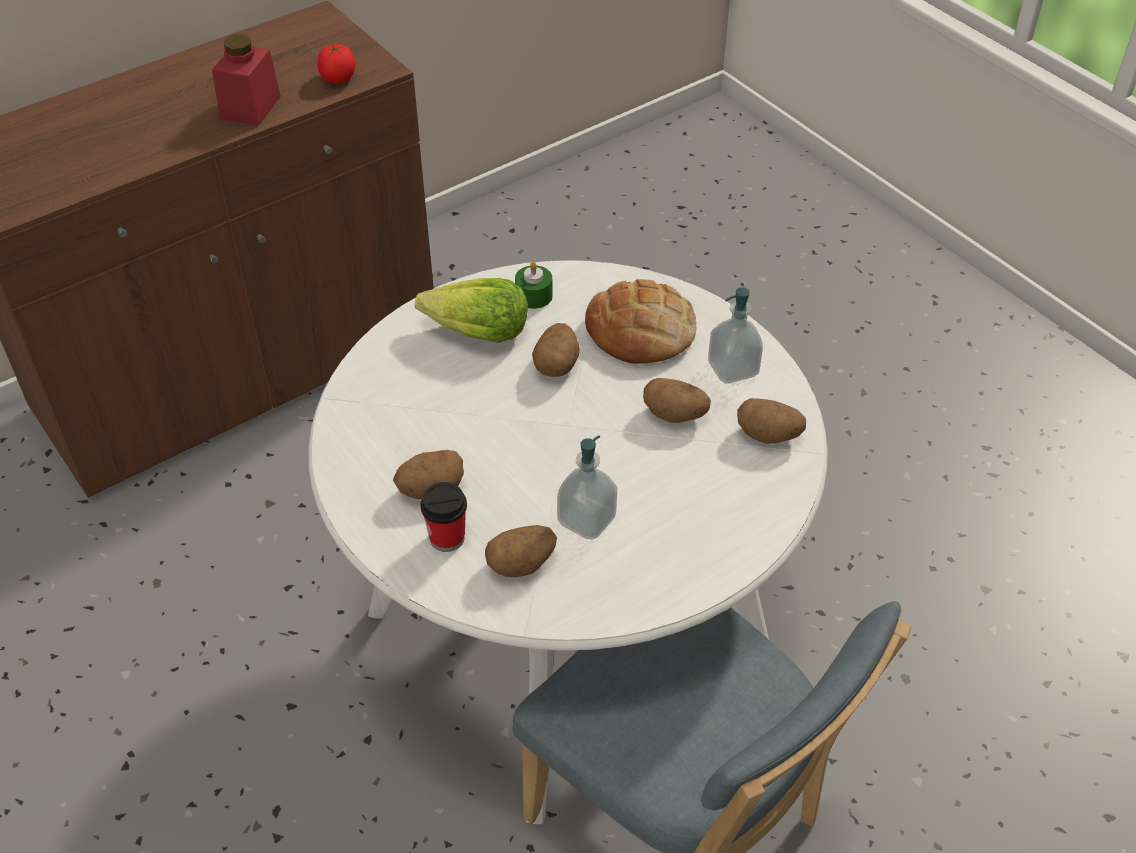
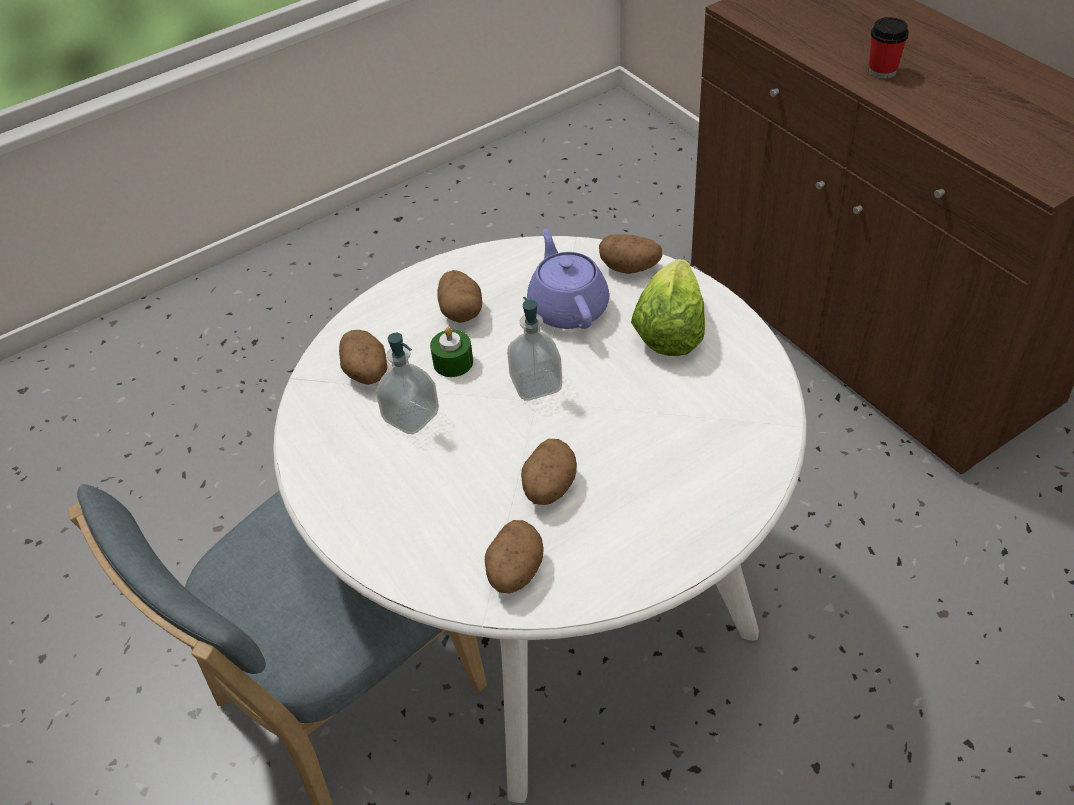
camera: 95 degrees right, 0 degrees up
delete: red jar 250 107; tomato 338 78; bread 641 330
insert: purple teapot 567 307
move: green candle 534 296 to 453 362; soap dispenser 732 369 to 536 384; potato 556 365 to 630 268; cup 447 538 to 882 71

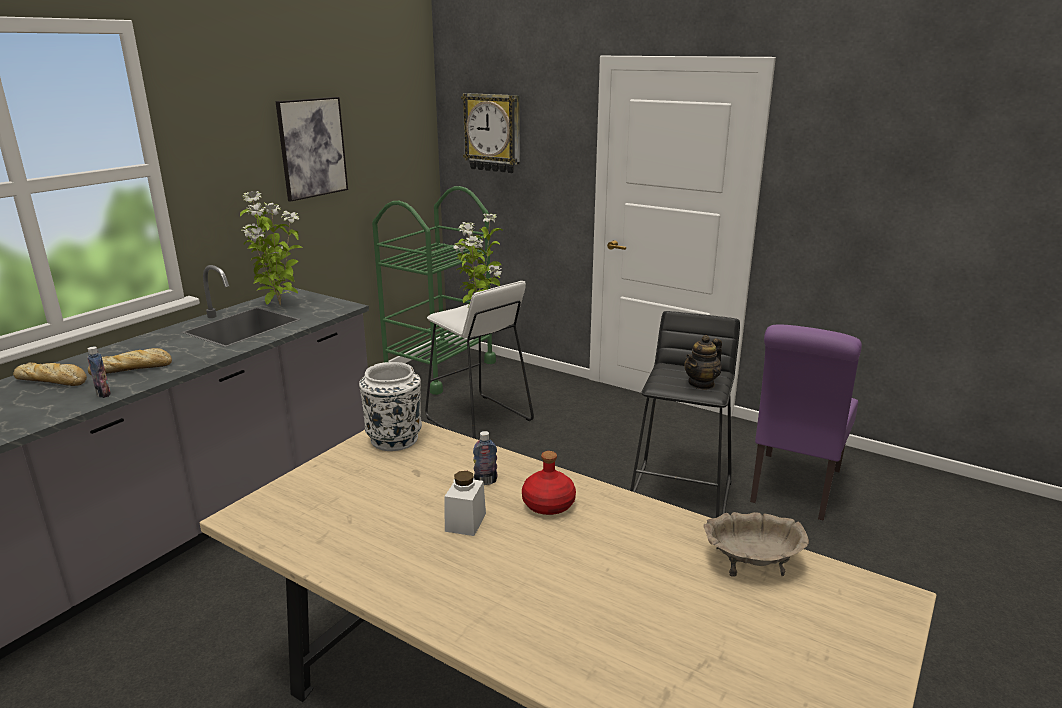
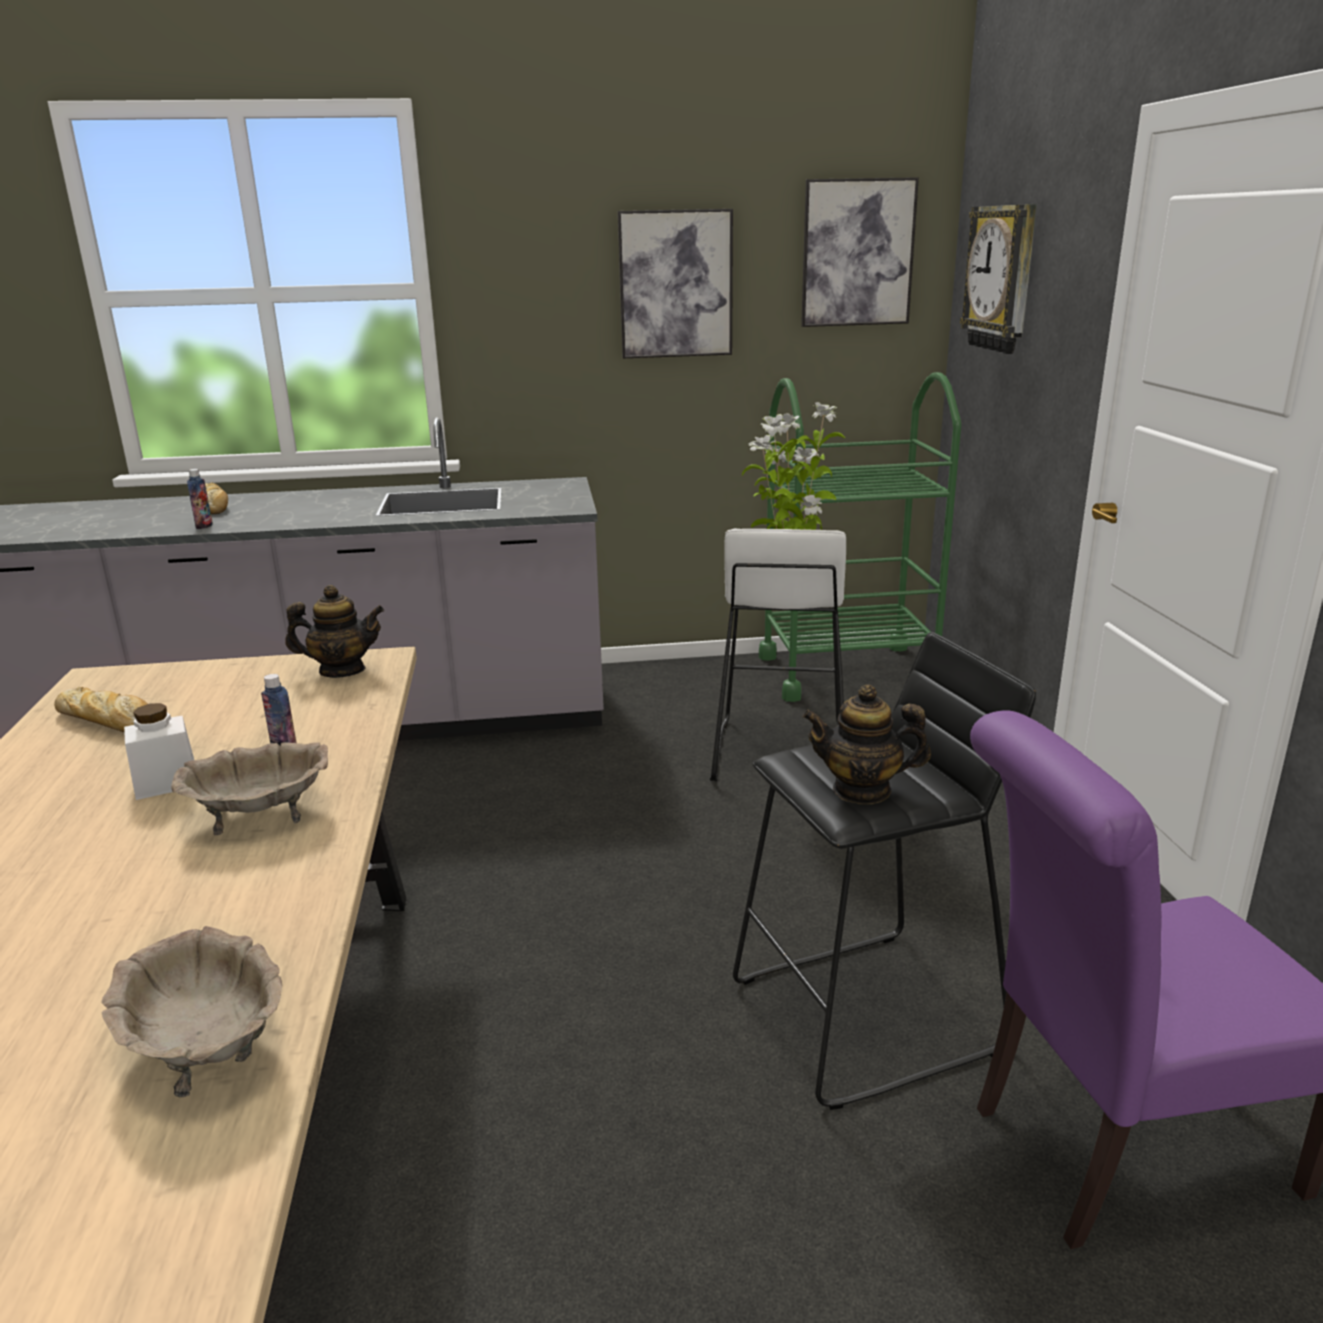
camera: 50 degrees right, 0 degrees up
delete: potted plant 279 305
insert: picture 857 253
move: bread 133 368 to 108 721
replace: red bottle 548 504 to beige bowl 261 814; white vase 394 439 to teapot 342 671

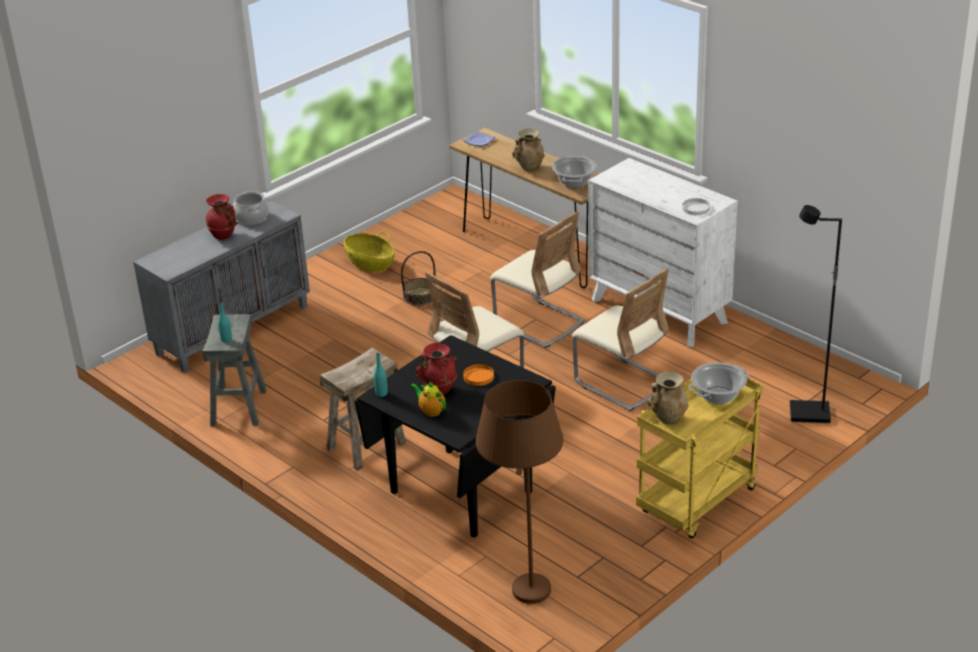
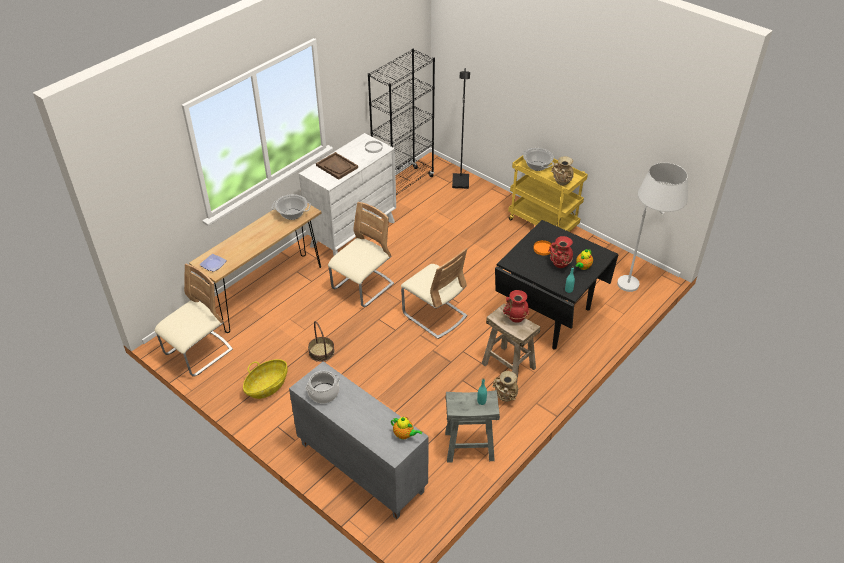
camera: 95 degrees left, 10 degrees up
insert: brown tray 337 167; black bookcase 403 185; teapot 404 435
move: beige chair 622 383 to 198 353; beige vase 529 168 to 505 398; red vase 224 235 to 515 318
recolor: brown floor lamp 525 605 to white floor lamp 640 286

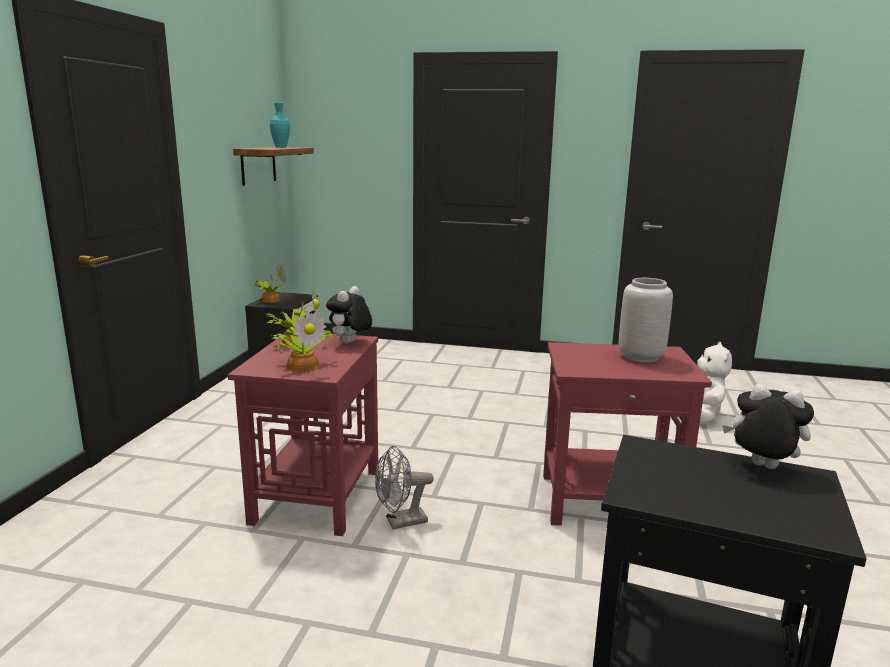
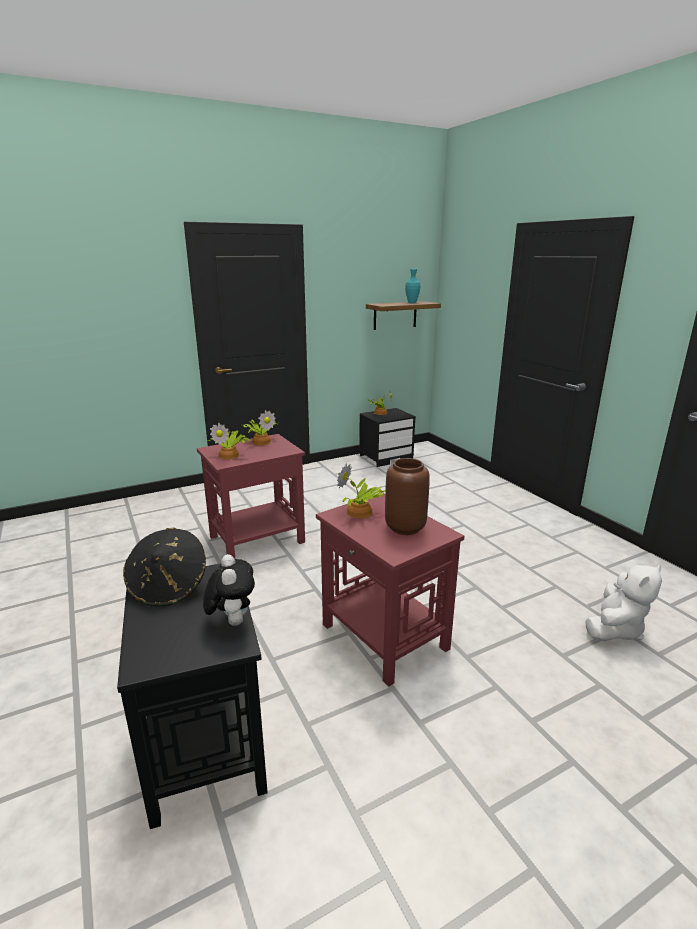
camera: 50 degrees right, 5 degrees up
delete: plush toy 350 343; grey fan 400 522
insert: black hat 169 587; potted plant 360 513
recolor: grey vase 641 357 to brown vase 405 528

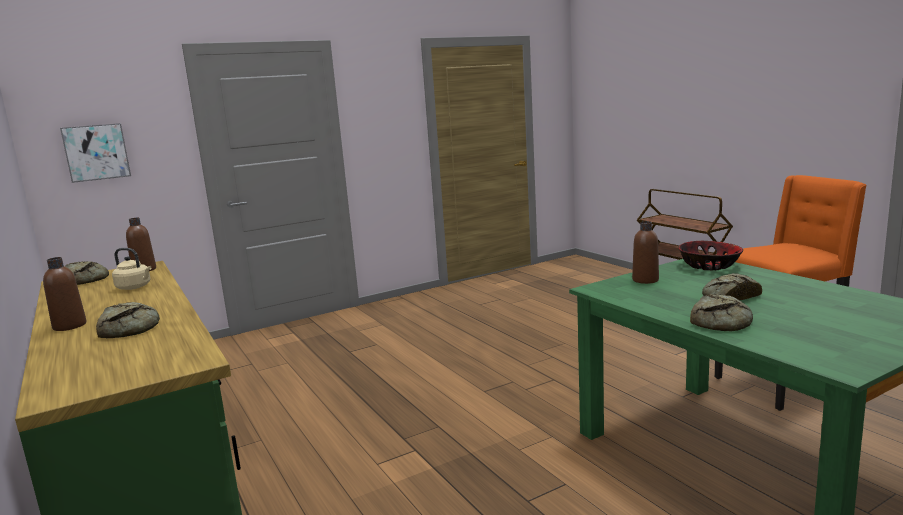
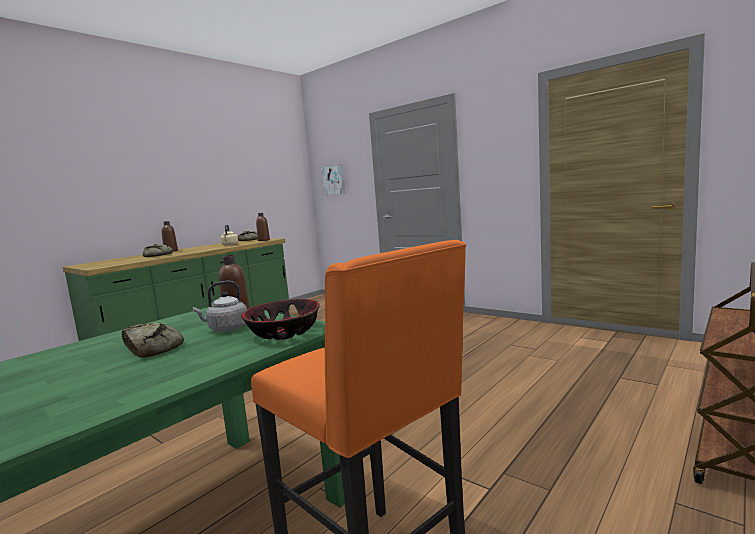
camera: 70 degrees right, 5 degrees down
delete: bread 723 322
insert: grey kettle 226 329

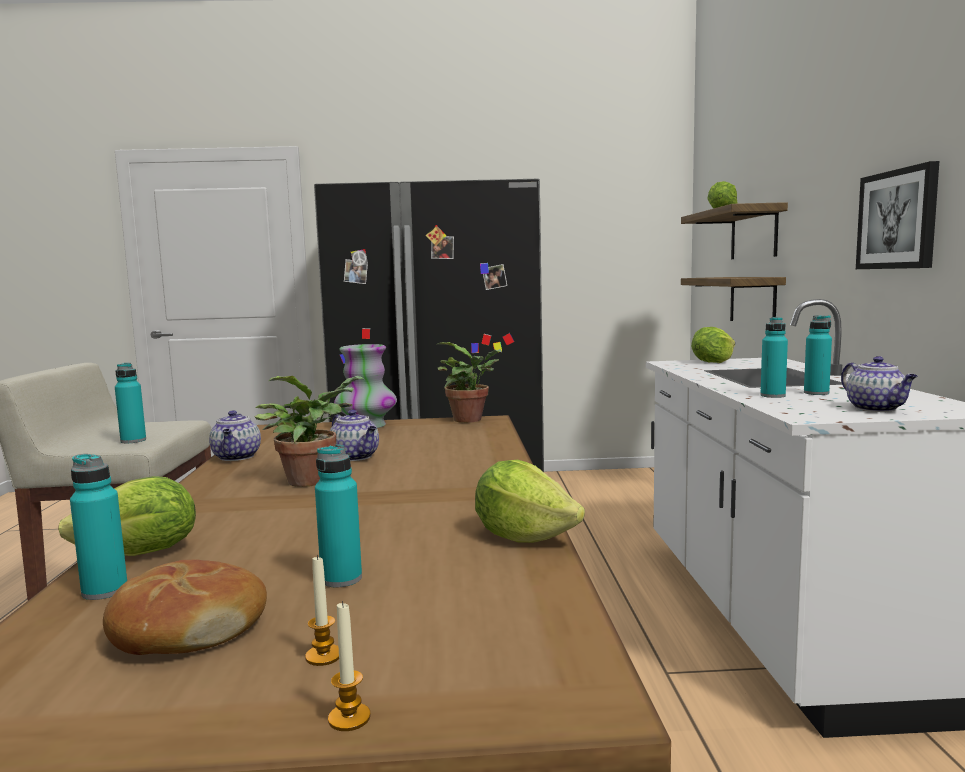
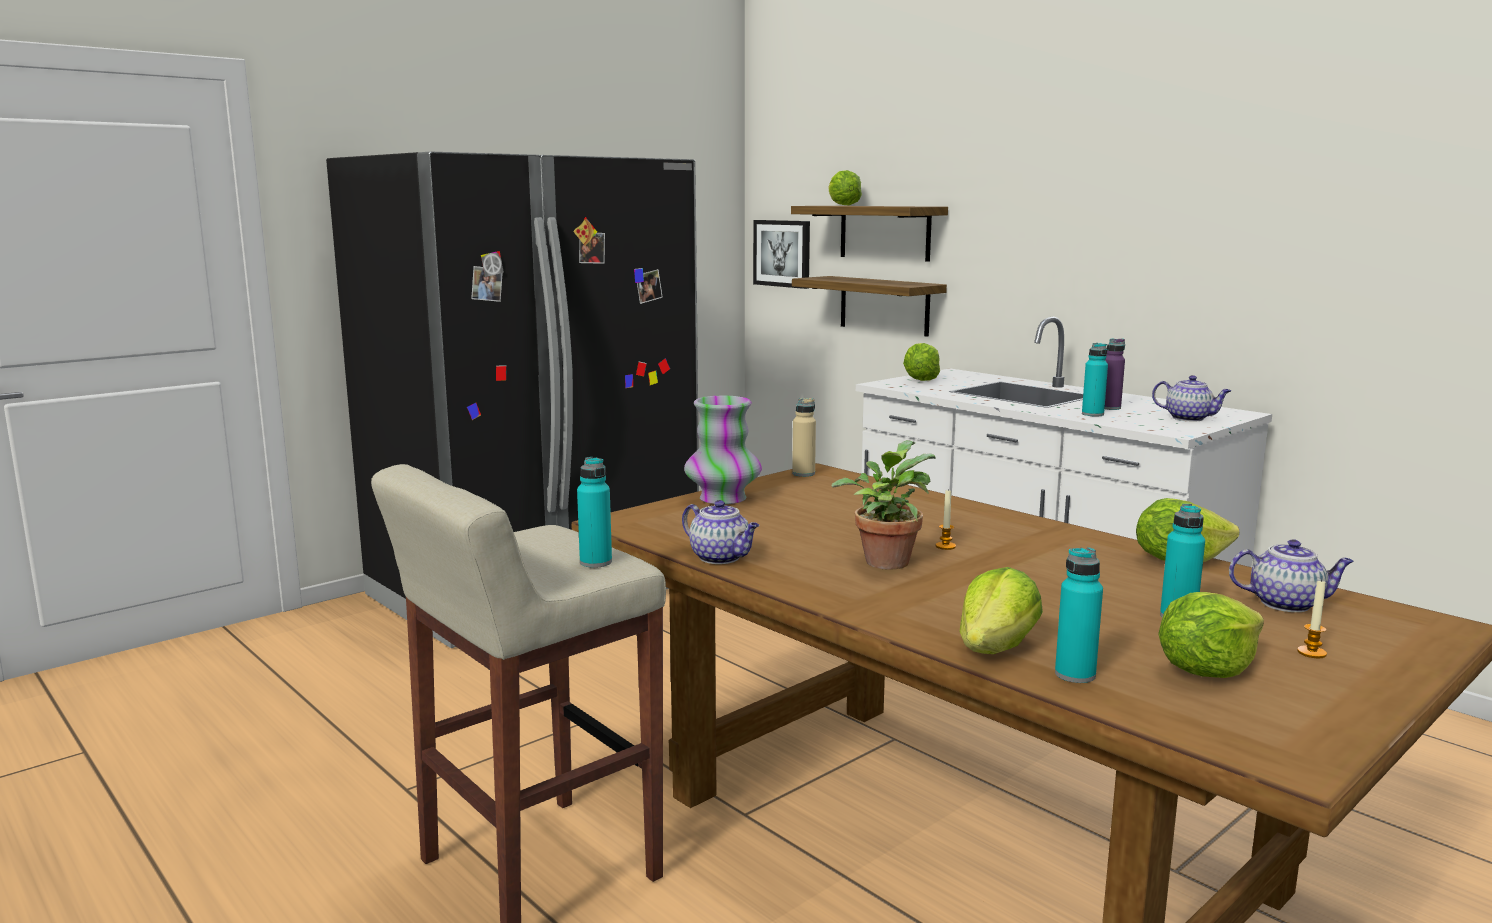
camera: 40 degrees left, 5 degrees up
move: picture 898 219 to 782 253; candle 349 718 to 945 546; teapot 356 457 to 1287 604
replace: potted plant 471 420 to beige bottle 803 474; bread 187 629 to lettuce 1206 670
recolor: turquoise bottle 816 393 to purple bottle 1110 408

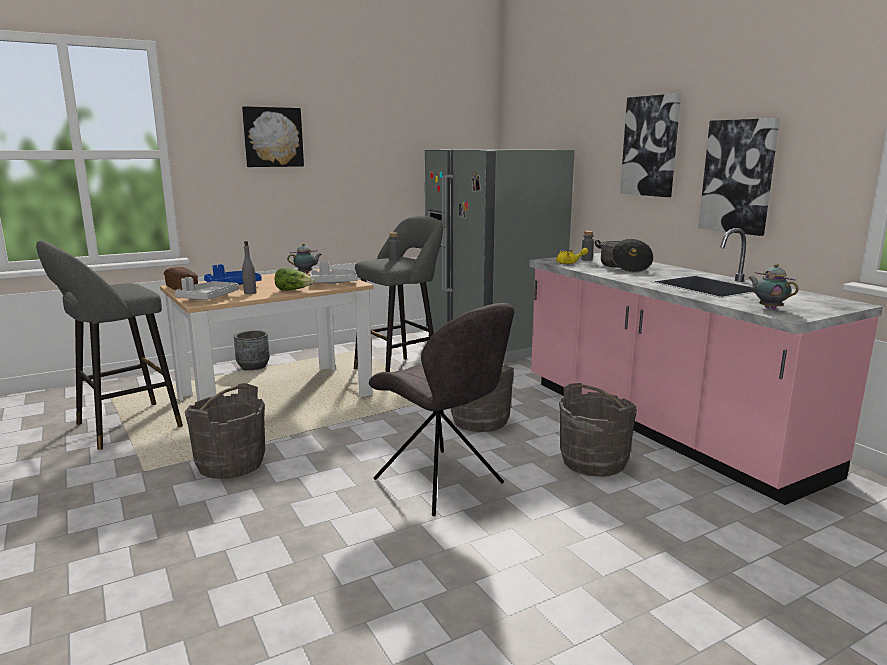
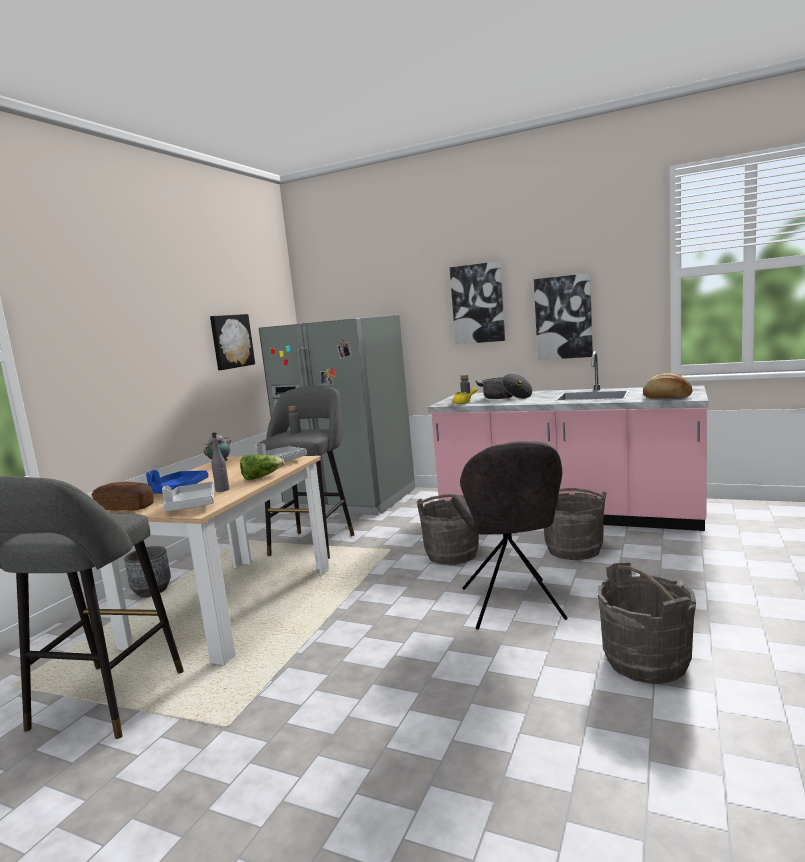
camera: 35 degrees left, 5 degrees down
move: picture 273 137 to 231 341; grey bucket 230 464 to 646 661
replace: teapot 768 308 to bread 667 397
rotate: grey chair 441 483 = 512 606 75 degrees clockwise

